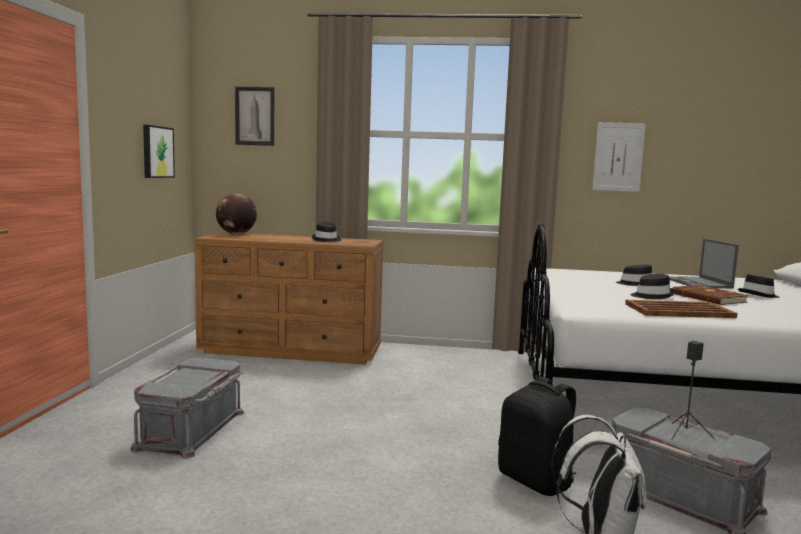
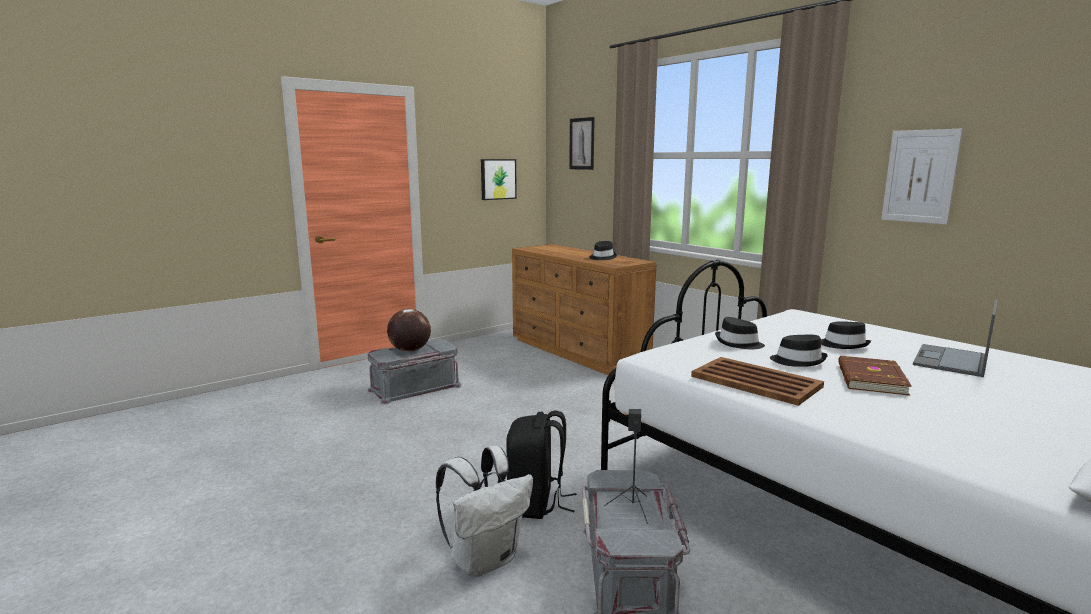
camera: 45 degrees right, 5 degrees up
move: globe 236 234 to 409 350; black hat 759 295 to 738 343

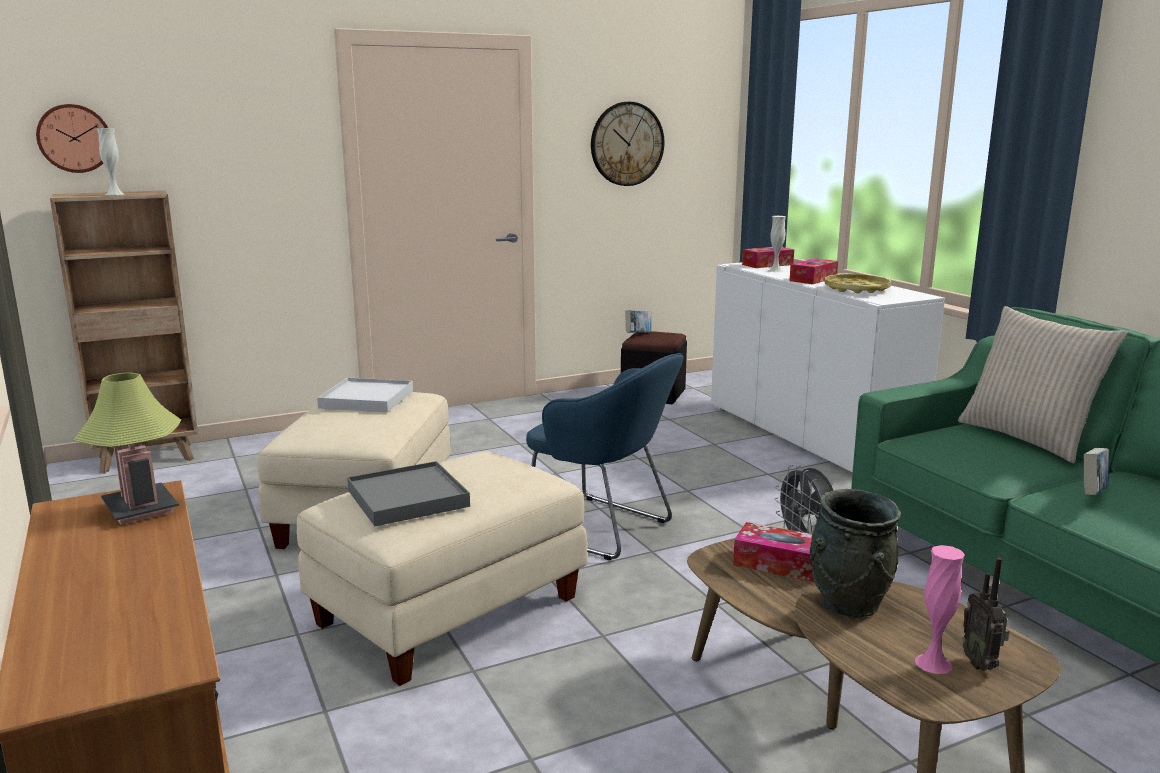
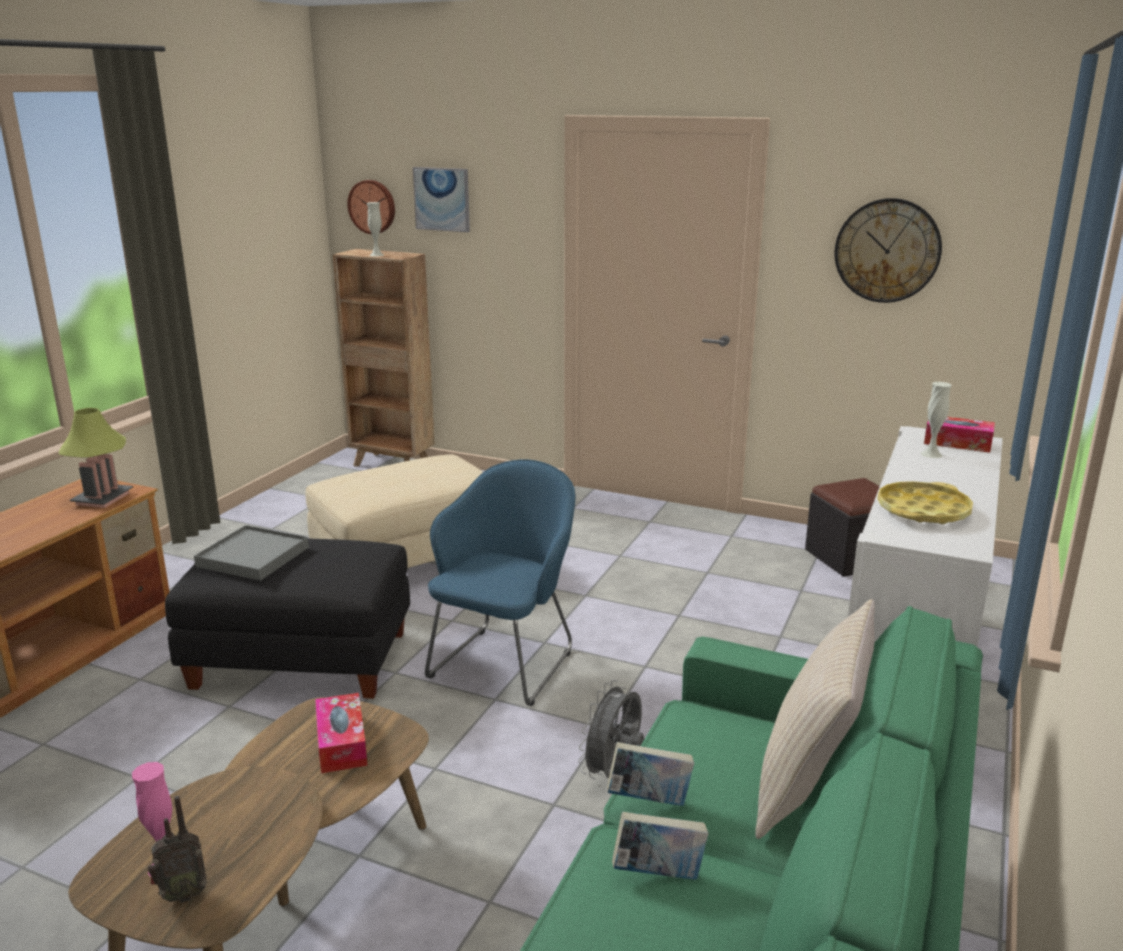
camera: 50 degrees right, 5 degrees up
delete: white tray 366 399; tissue box 813 279; grey vase 847 603
insert: picture 442 199
move: book 638 335 to 649 800
recolor: beige ottoman 449 609 to black ottoman 302 659
rotate: radio 981 664 = 182 894 150 degrees counterclockwise; blue armchair 604 529 = 506 661 150 degrees counterclockwise

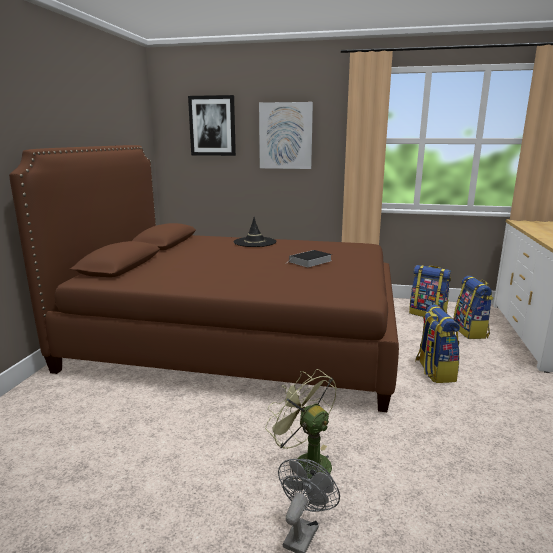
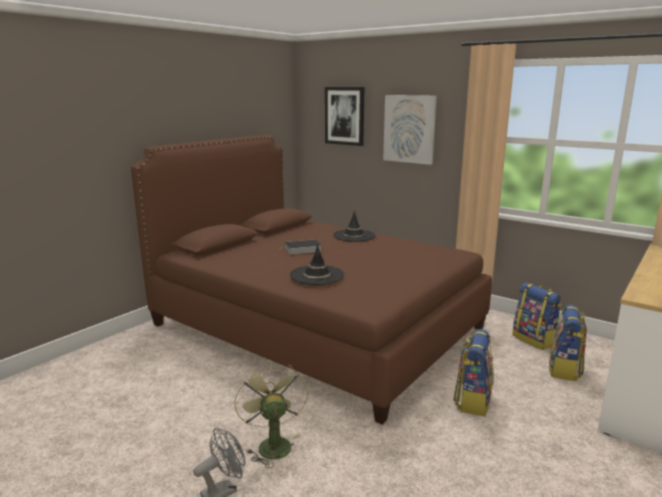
camera: 25 degrees right, 0 degrees up
insert: black hat 317 275
move: book 310 261 to 302 249

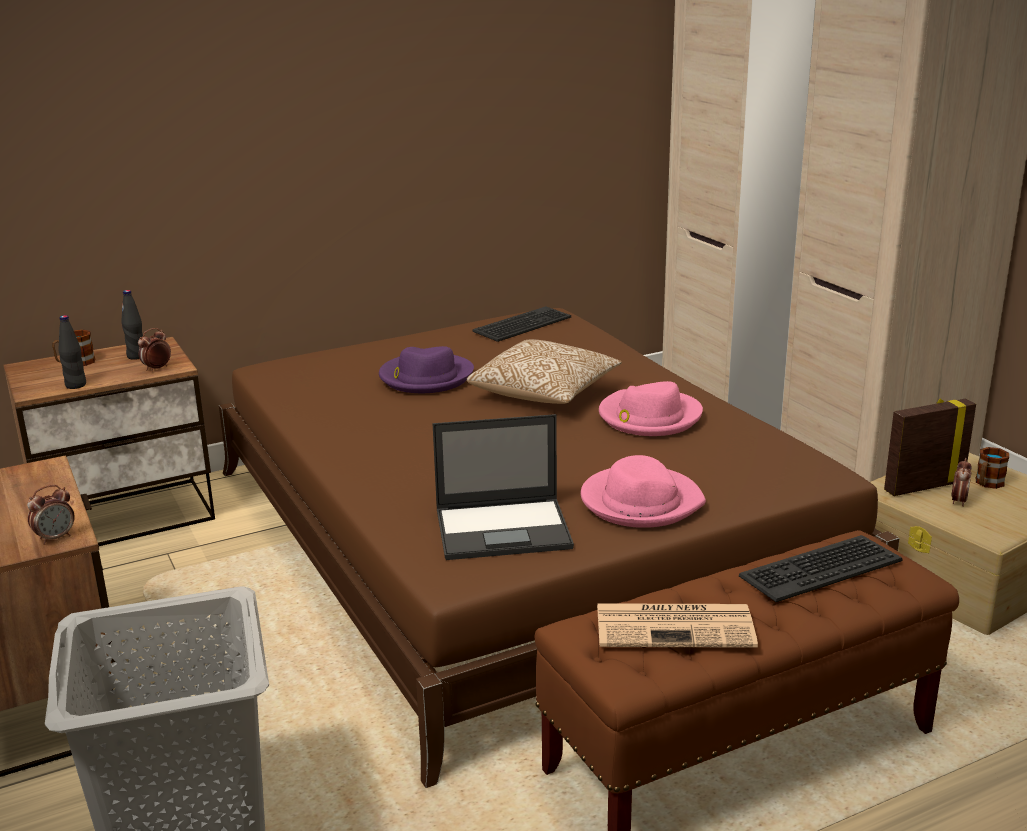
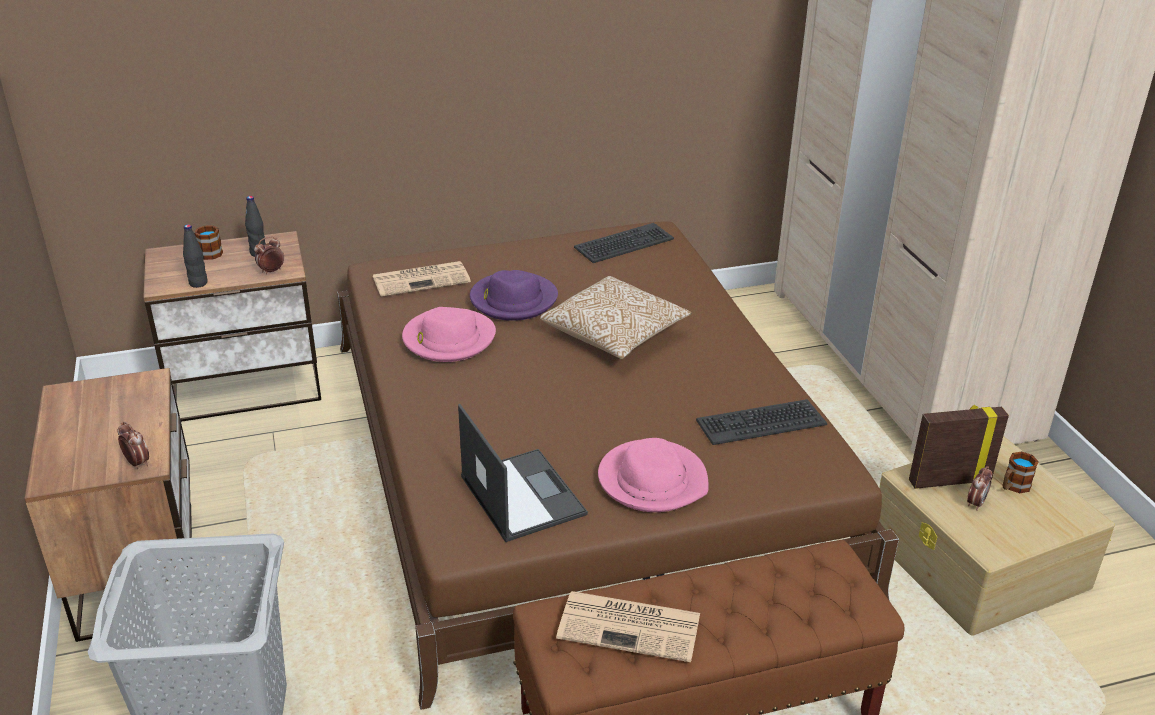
camera: 10 degrees right, 10 degrees up
insert: newspaper 422 279
move: pink hat 649 417 to 448 339; keyboard 820 568 to 760 422
rotate: alarm clock 55 538 = 137 463 105 degrees counterclockwise; laptop 504 529 = 521 494 120 degrees counterclockwise

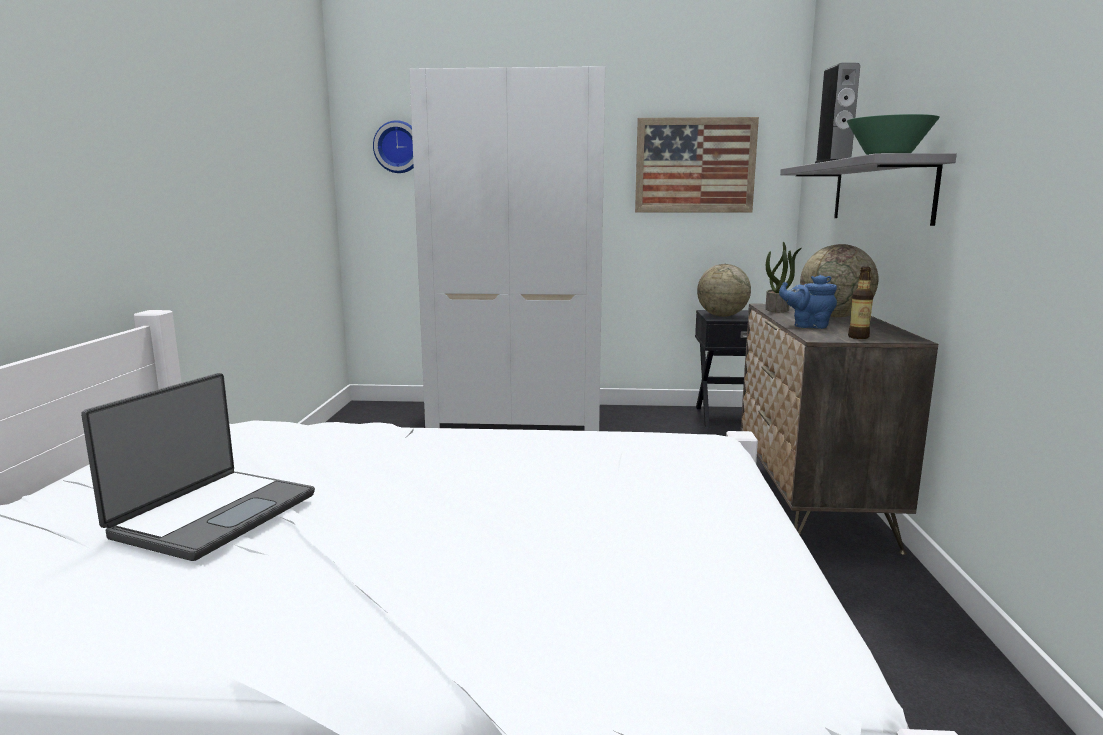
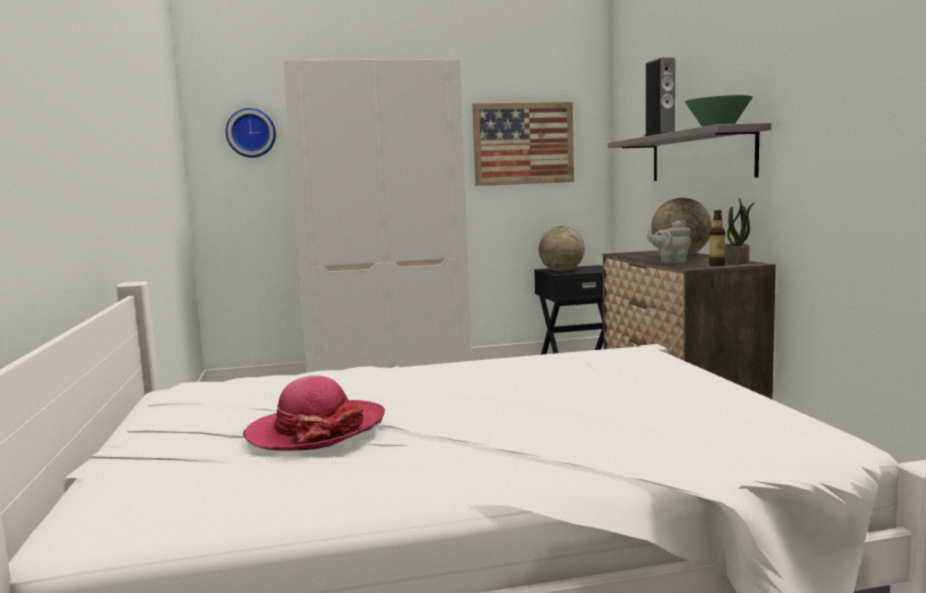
camera: 15 degrees left, 5 degrees down
move: potted plant 777 309 to 737 262
replace: laptop 213 514 to hat 316 430
recolor: blue teapot 808 326 to grey teapot 671 262

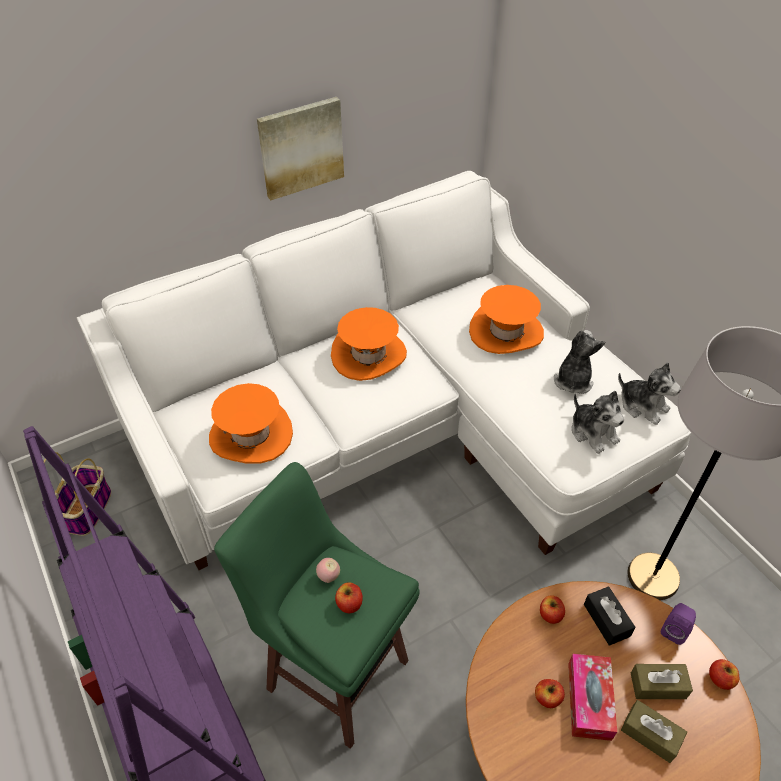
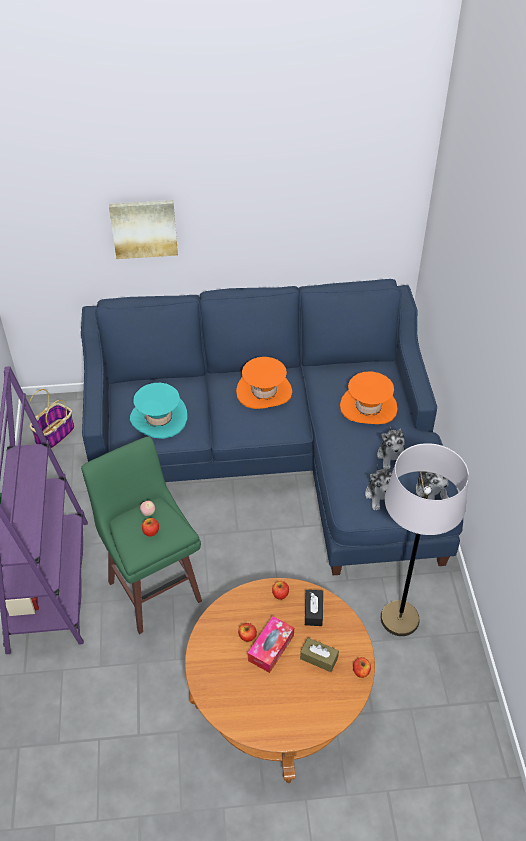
camera: 25 degrees right, 0 degrees up
delete: brown tissue box 650 735; purple speaker 674 630
move: picture 301 147 to 144 228
recolor: white sofa 394 429 to blue sofa 280 453; orange hat 251 435 to turquoise hat 158 418
rotate: plush toy 572 380 = 392 457 135 degrees clockwise

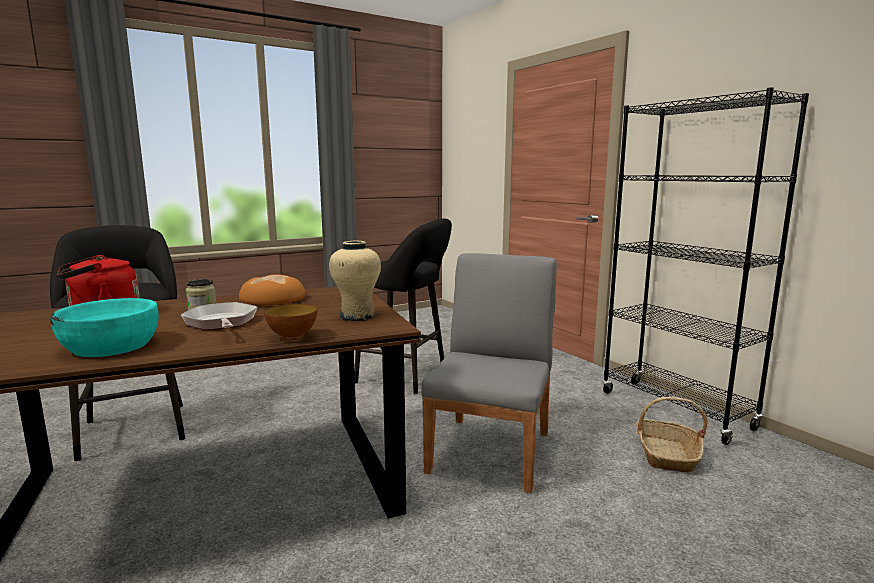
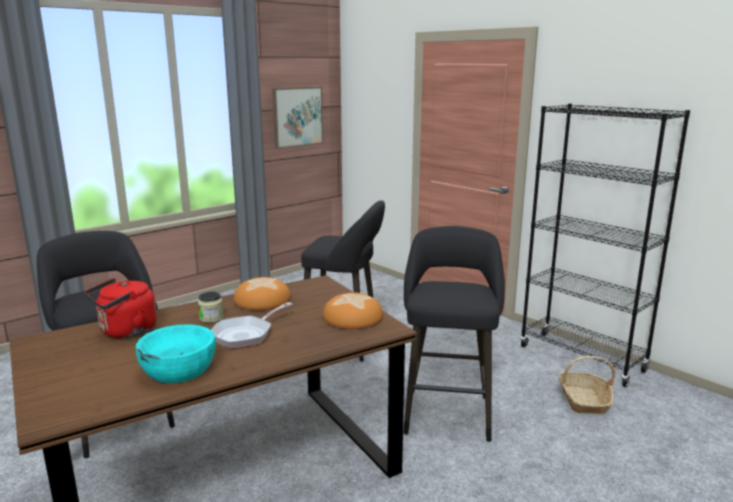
camera: 10 degrees left, 5 degrees up
delete: bowl 292 337
insert: picture 297 116
replace: beige vase 357 316 to bread 353 317; grey chair 491 451 to black stool 447 411
rotate: frying pan 221 323 = 246 334 105 degrees counterclockwise

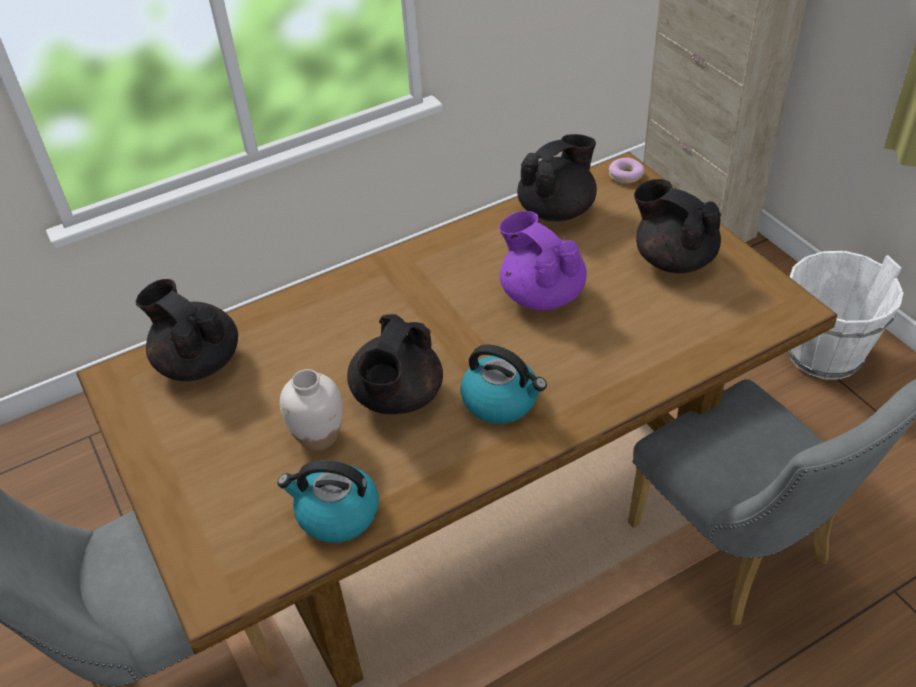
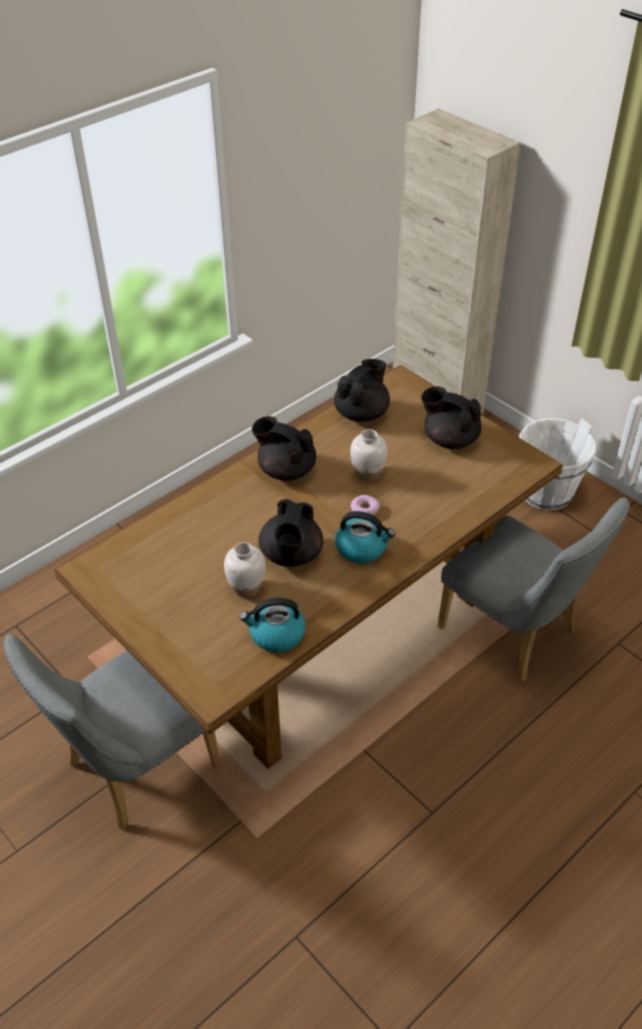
camera: 15 degrees left, 0 degrees up
move: black teapot 198 361 to 286 470; donut 625 175 to 364 510
replace: purple teapot 541 294 to white vase 368 474

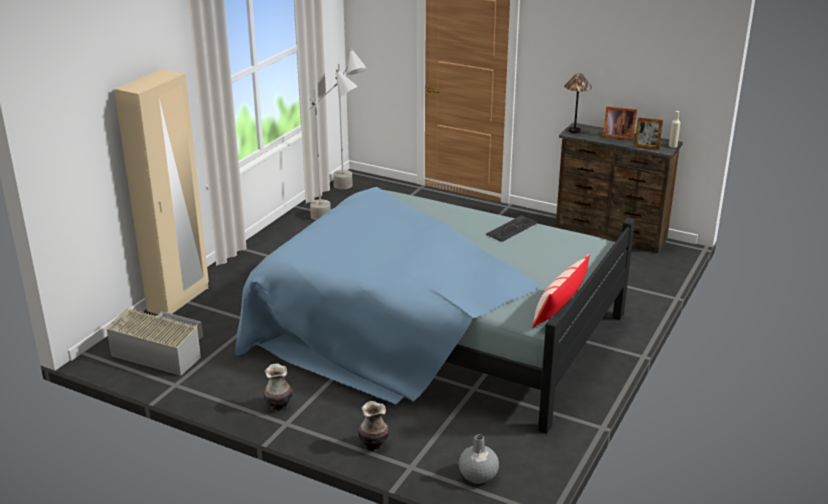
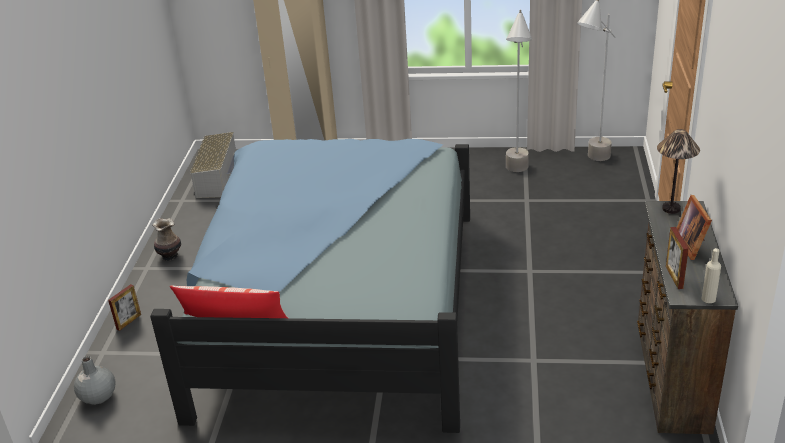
camera: 70 degrees right, 5 degrees up
delete: keyboard 512 229
replace: vase 373 445 to picture frame 129 322

